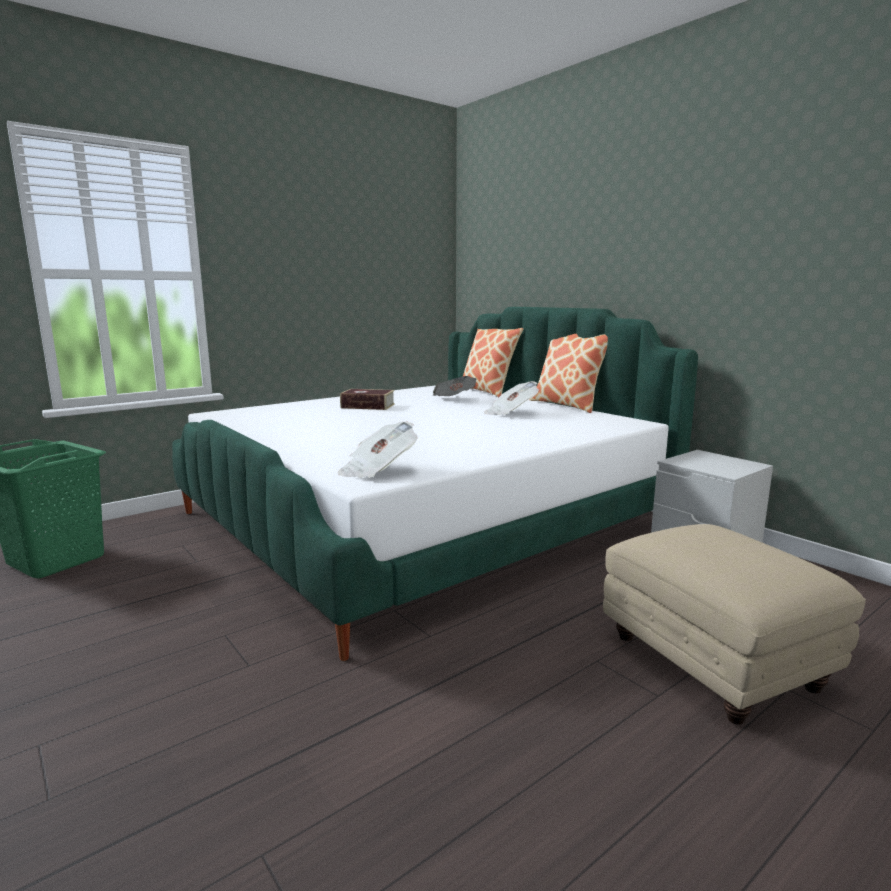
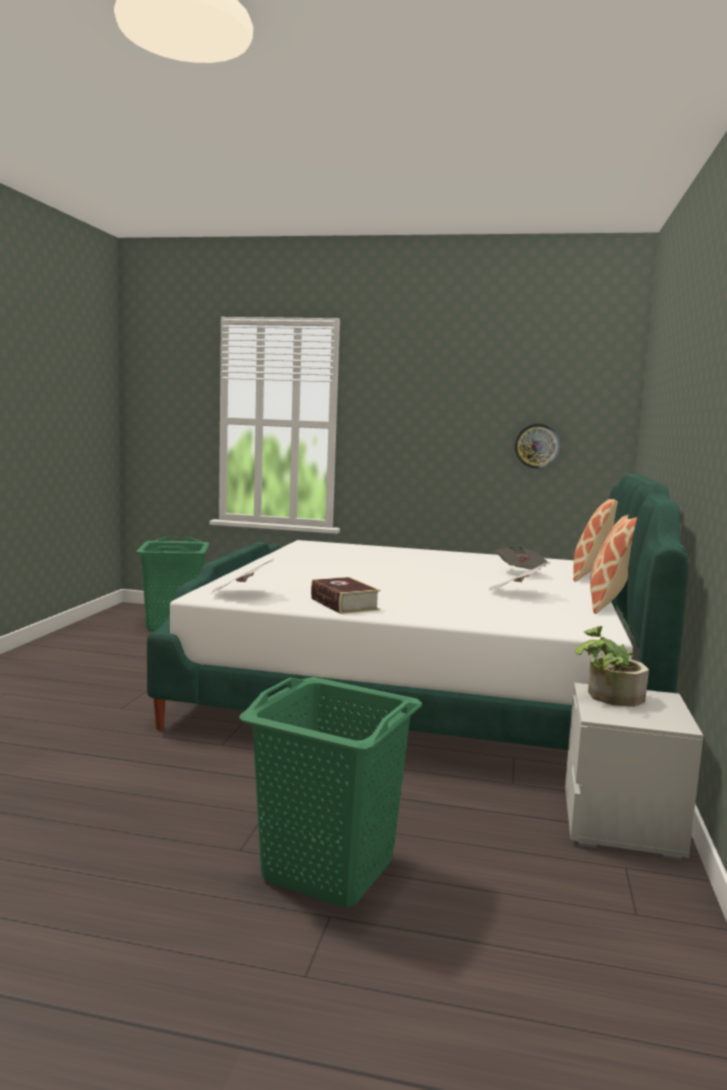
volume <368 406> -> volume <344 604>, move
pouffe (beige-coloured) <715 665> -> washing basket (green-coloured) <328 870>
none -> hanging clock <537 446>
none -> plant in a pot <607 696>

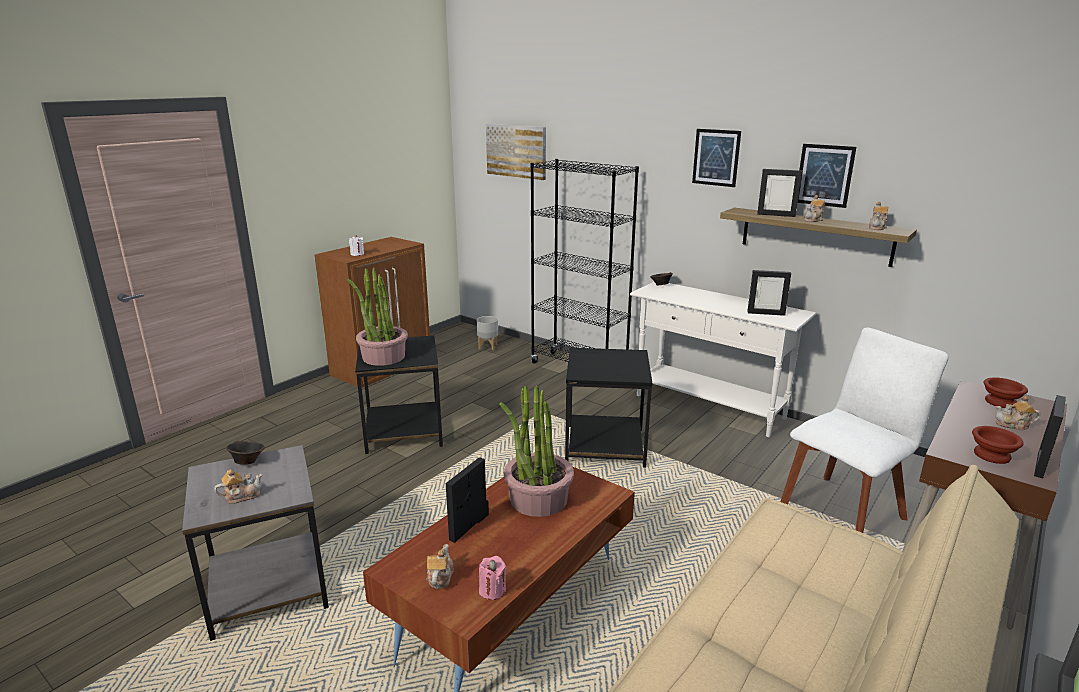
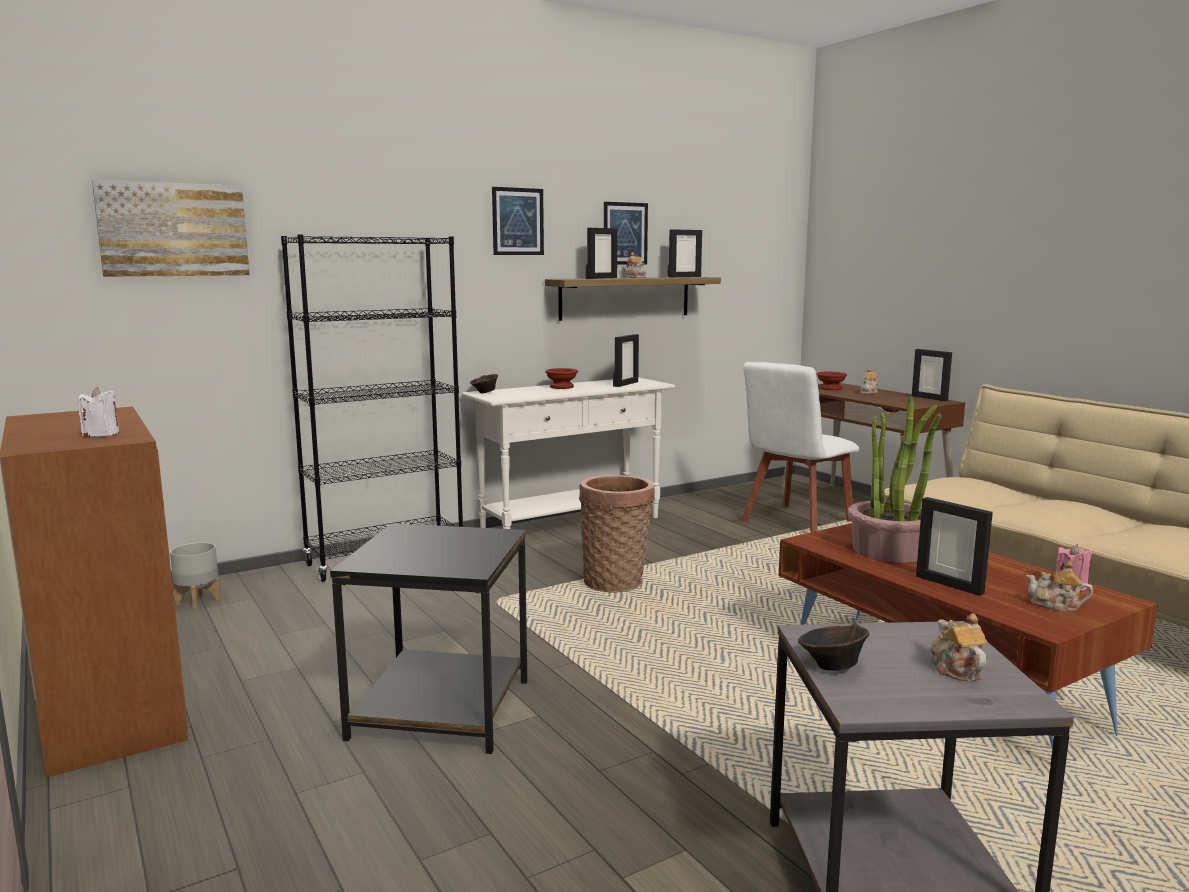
plant in a pot <383 357> -> none
end table (black) <606 445> -> household basket <616 582>
plain chair (white) <845 508> -> plain chair (white) <794 523>, 120 degrees counterclockwise
pot for tea <877 227> -> picture frame <684 277>
deep dish (brown-coloured) <993 456> -> deep dish (brown-coloured) <562 387>, move

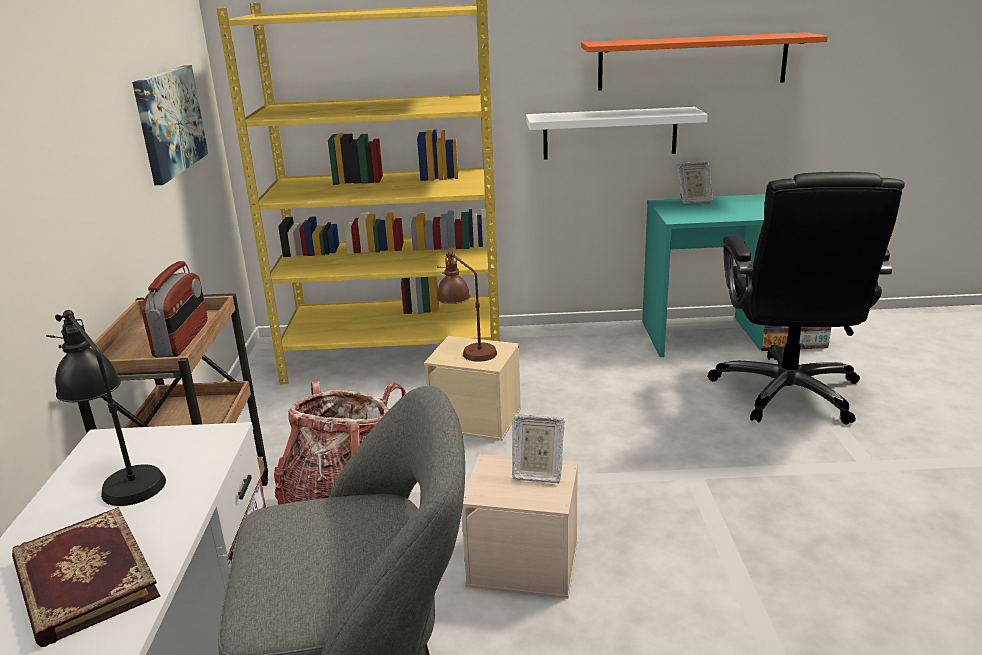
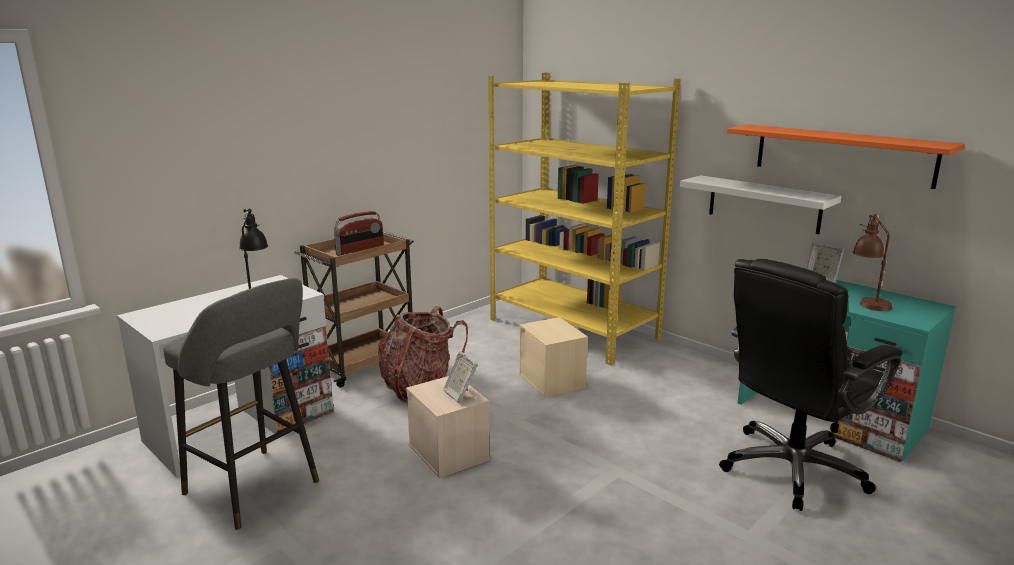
volume <82 580> -> none
picture <170 121> -> none
tabletop lamp (brown-coloured) <467 350> -> tabletop lamp (brown-coloured) <867 301>, move

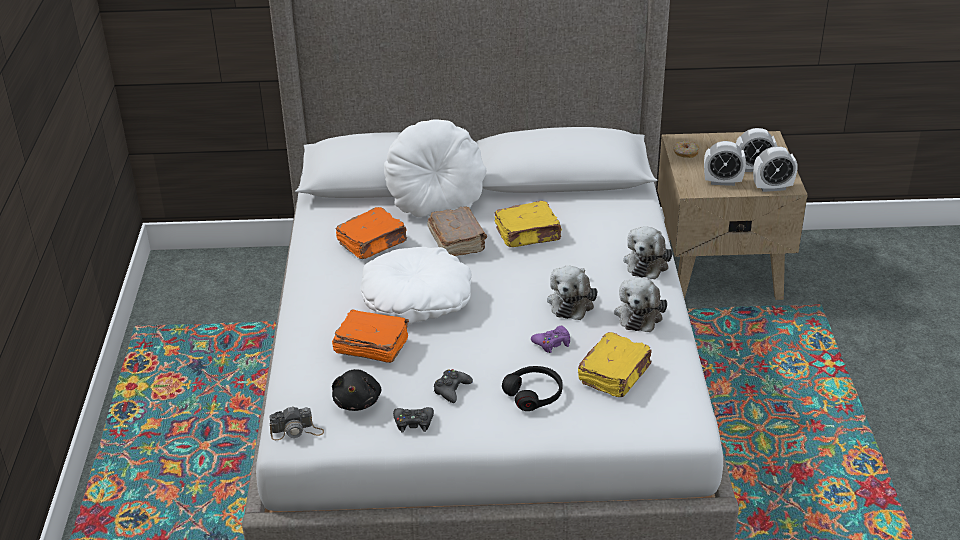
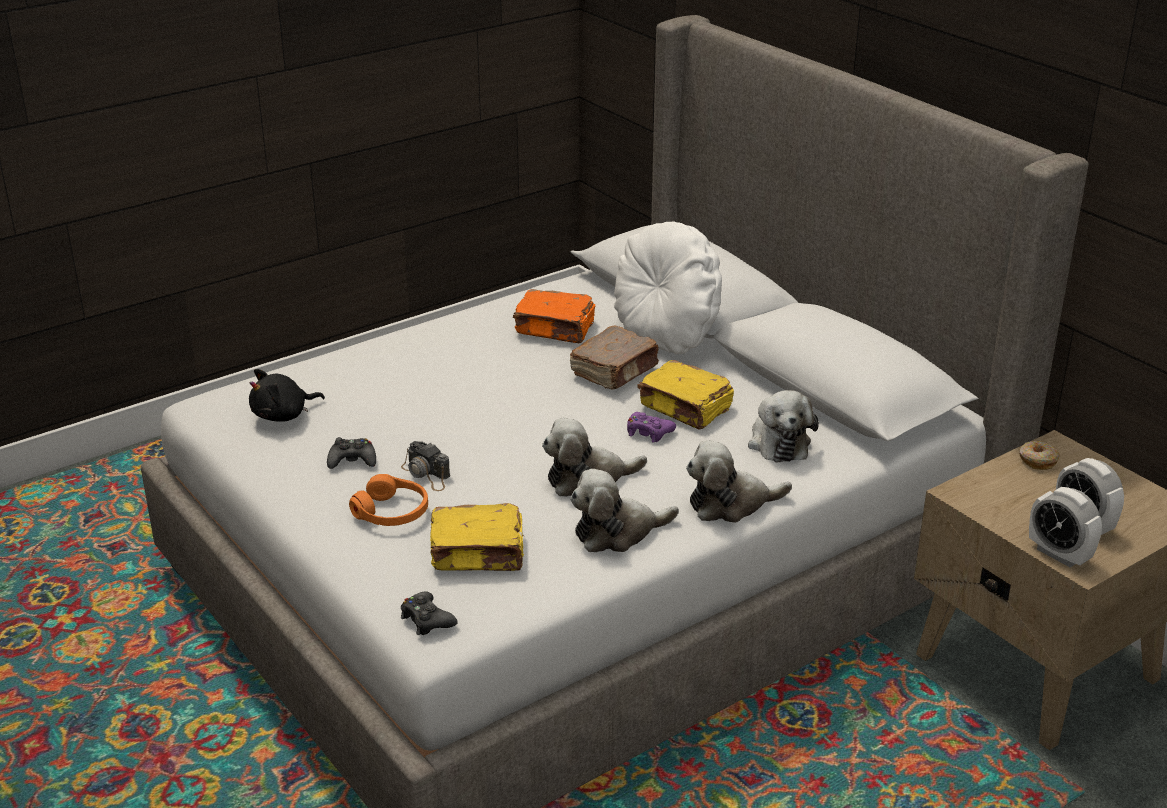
photo camera <297 431> -> photo camera <427 474>, move
volume (orange-coloured) <371 346> -> none
cushion (white) <416 297> -> none
gamepad (black) <413 423> -> gamepad (black) <427 620>, move
headset (black) <534 394> -> headset (orange-coloured) <392 512>
gamepad (purplish) <552 343> -> gamepad (purplish) <648 432>, move
table clock <722 182> -> none
none -> cuddly toy <778 442>

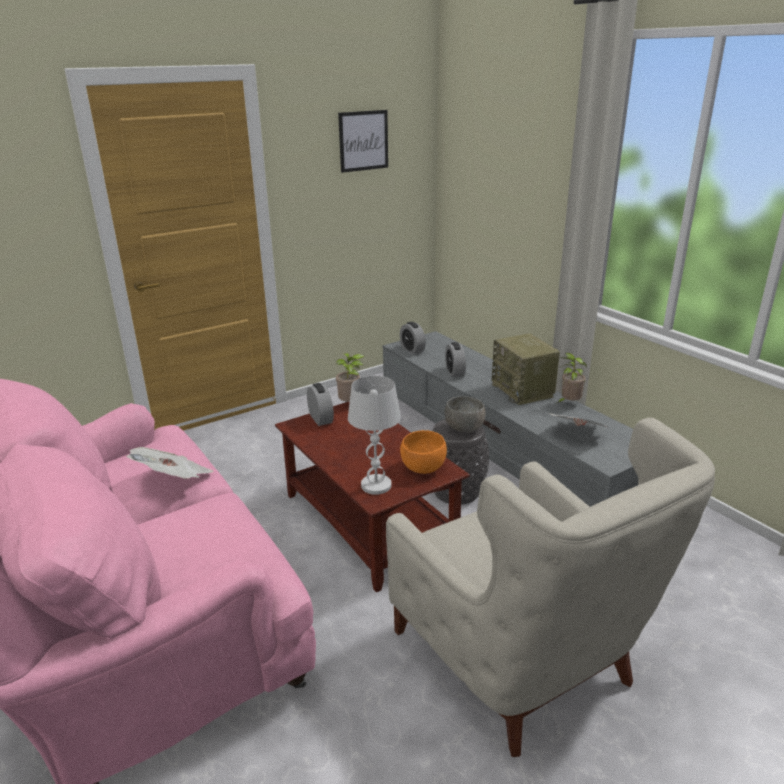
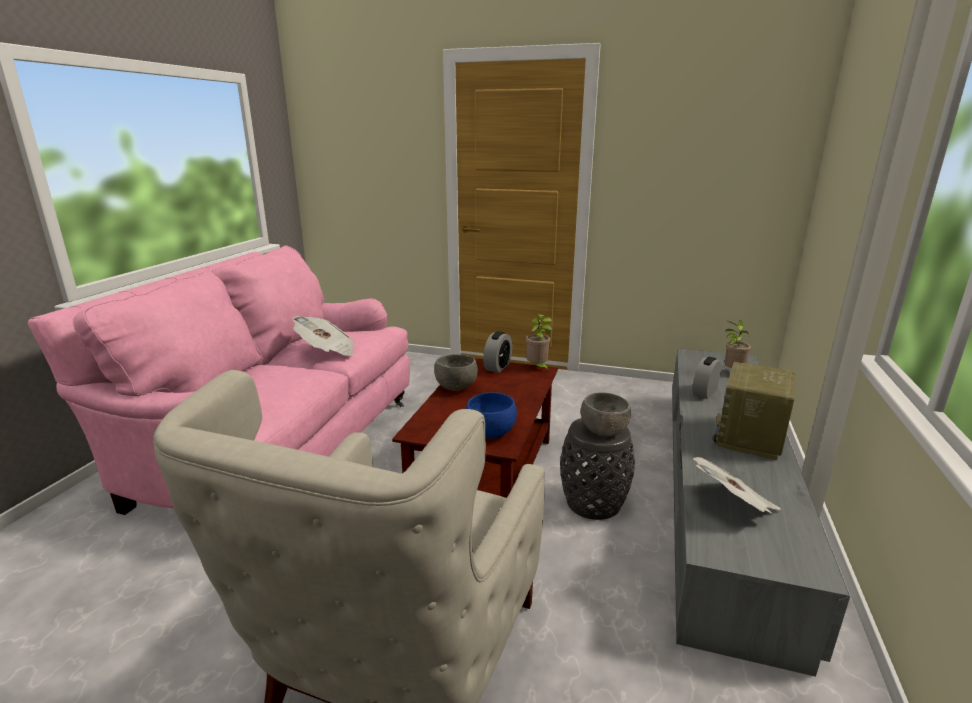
picture <363 141> -> none
tabletop lamp (white) <376 485> -> none
table clock <412 349> -> none
deep dish (orange-coloured) <422 468> -> deep dish (blue) <490 433>
plant in a pot <569 403> -> plant in a pot <732 372>, move
none -> deep dish (gray) <457 387>

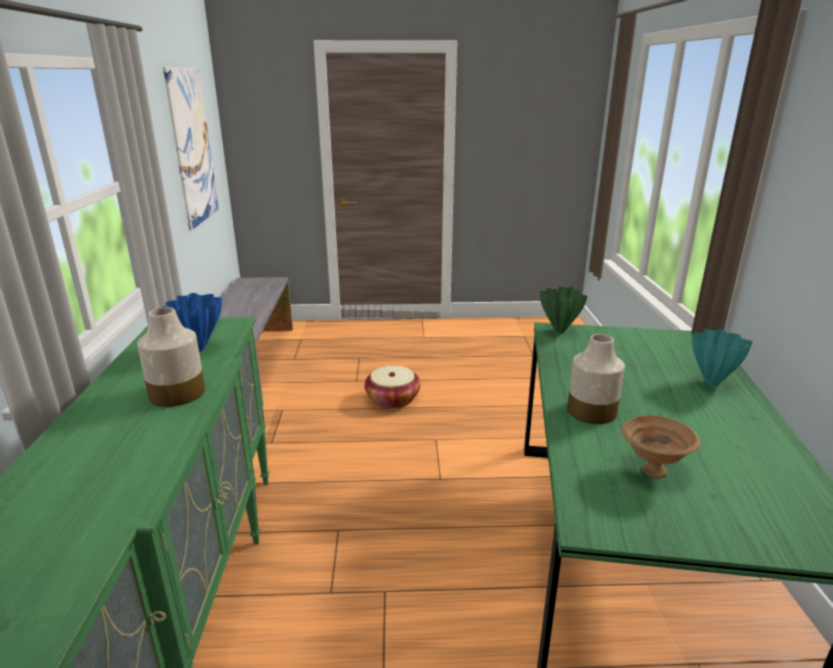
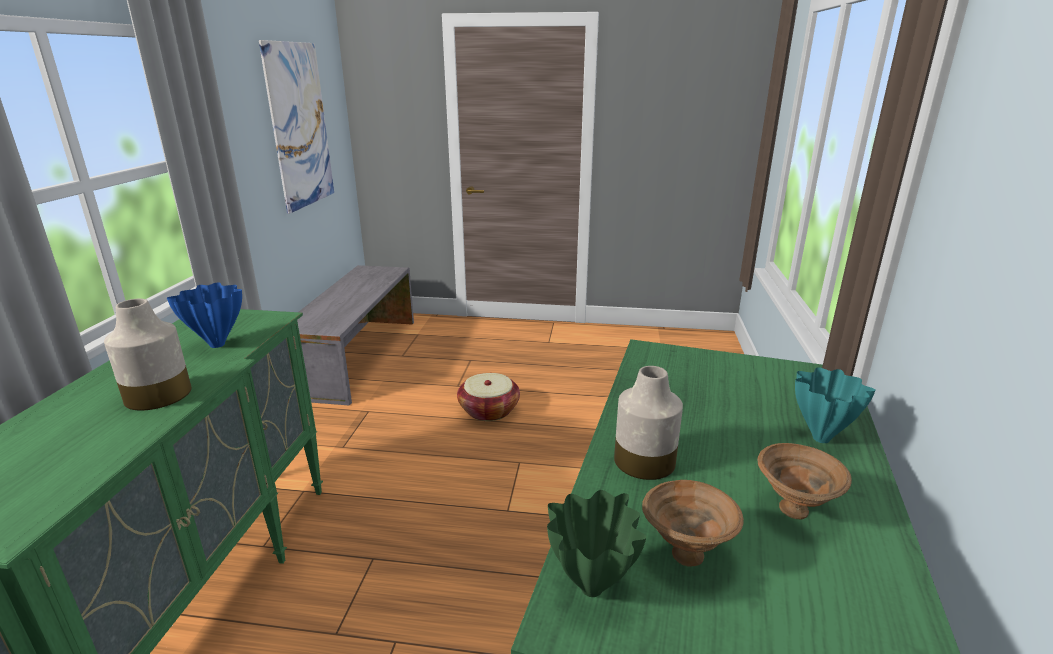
decorative vase (green-coloured) <559 331> -> decorative vase (green-coloured) <590 589>, move
none -> deep dish (brown-coloured) <794 511>

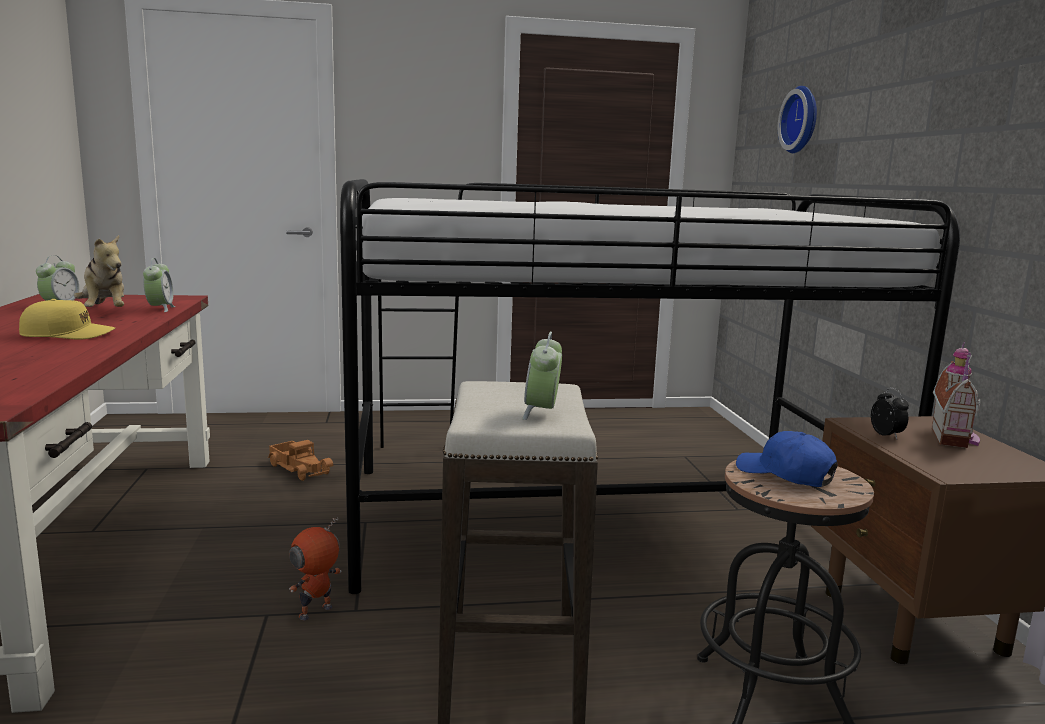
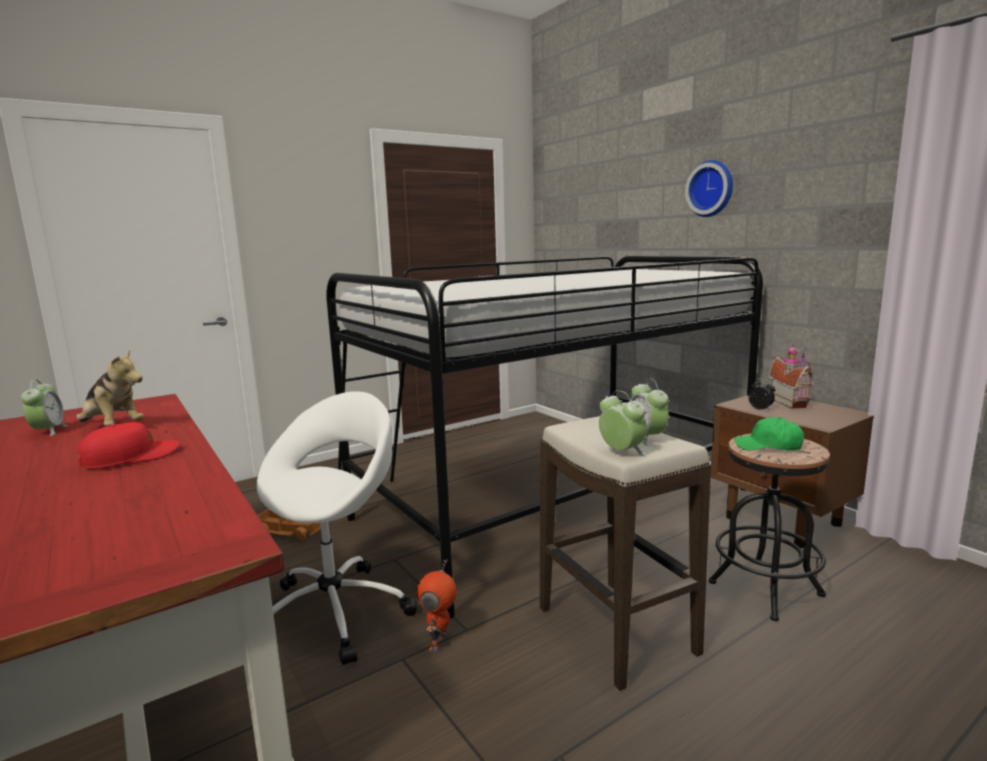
peaked cap (yellowish) <68 335> -> peaked cap (red) <131 457>
table clock <160 309> -> table clock <621 452>, move
peaked cap (blue) <785 474> -> peaked cap (green-coloured) <768 446>
hanging clock <802 120> -> hanging clock <711 189>, move
none -> desk chair (white) <338 609>

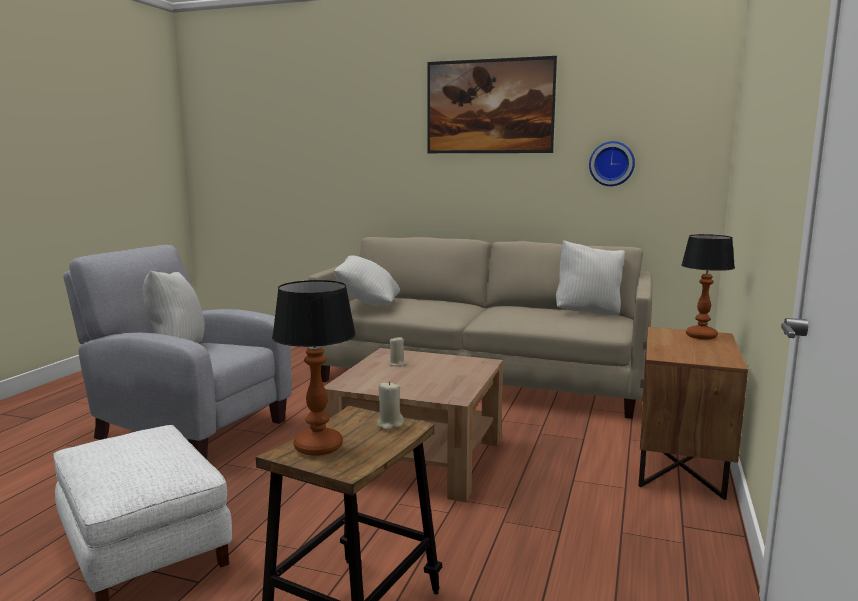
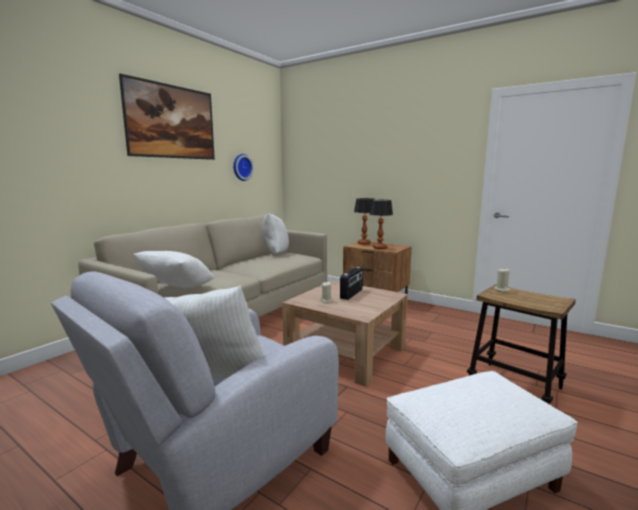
tabletop lamp <318 447> -> tabletop lamp <380 248>, move
none -> radio set <352 294>

